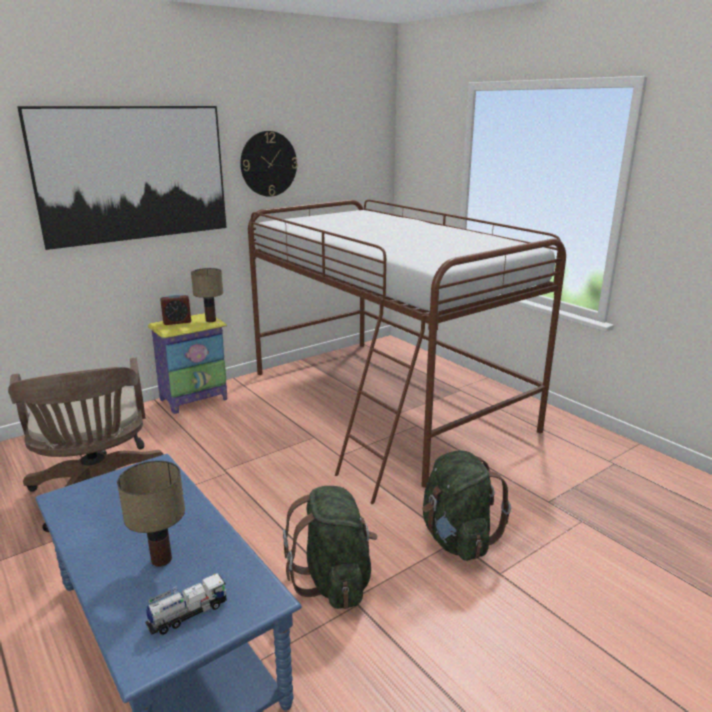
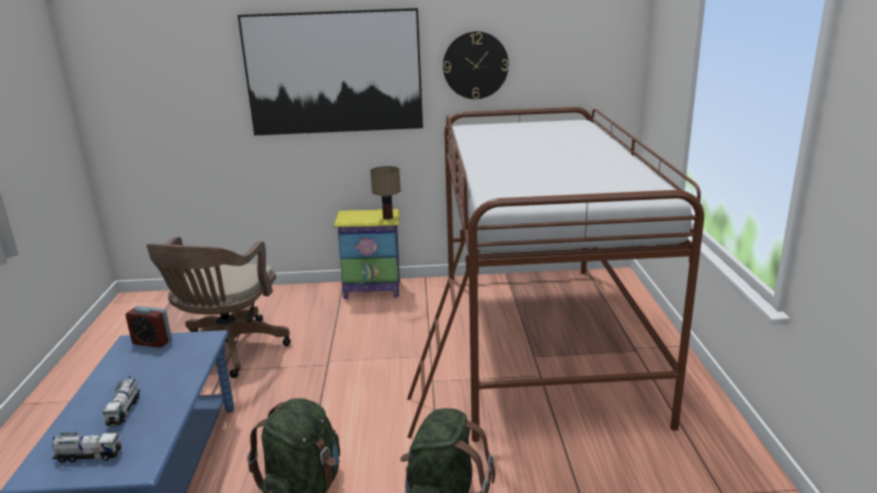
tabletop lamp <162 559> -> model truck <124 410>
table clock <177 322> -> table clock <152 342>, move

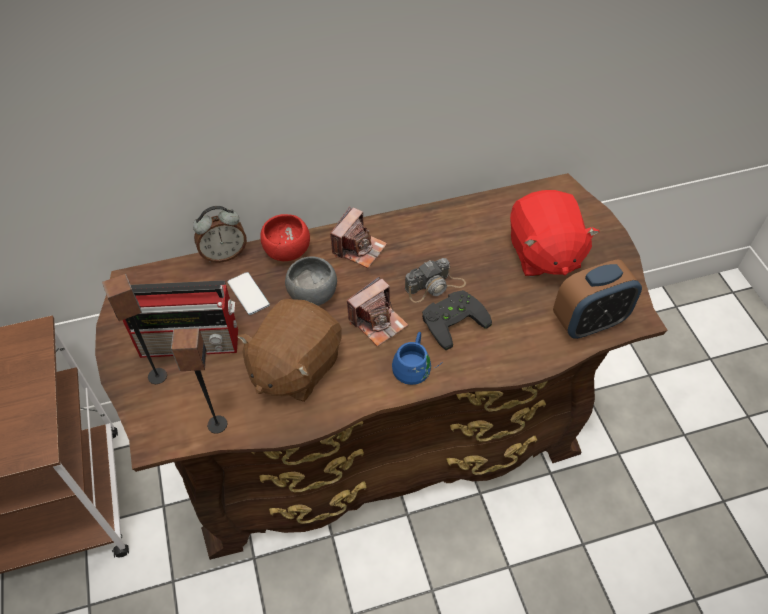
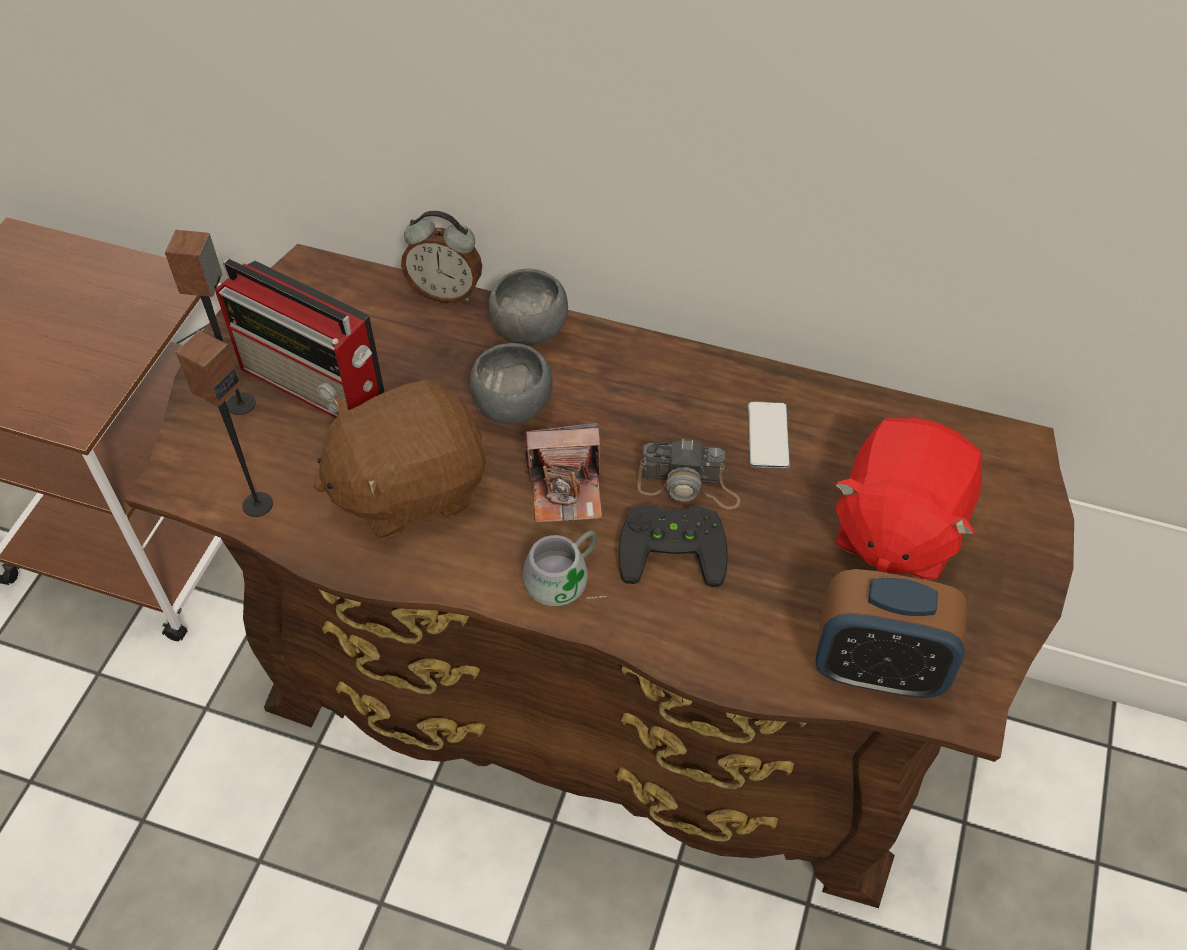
telephone <248 293> -> telephone <768 435>, move
deep dish (red) <285 250> -> deep dish (gray) <528 327>
photo camera <359 248> -> none
coffee mug (blue) <417 365> -> coffee mug (gray) <567 580>

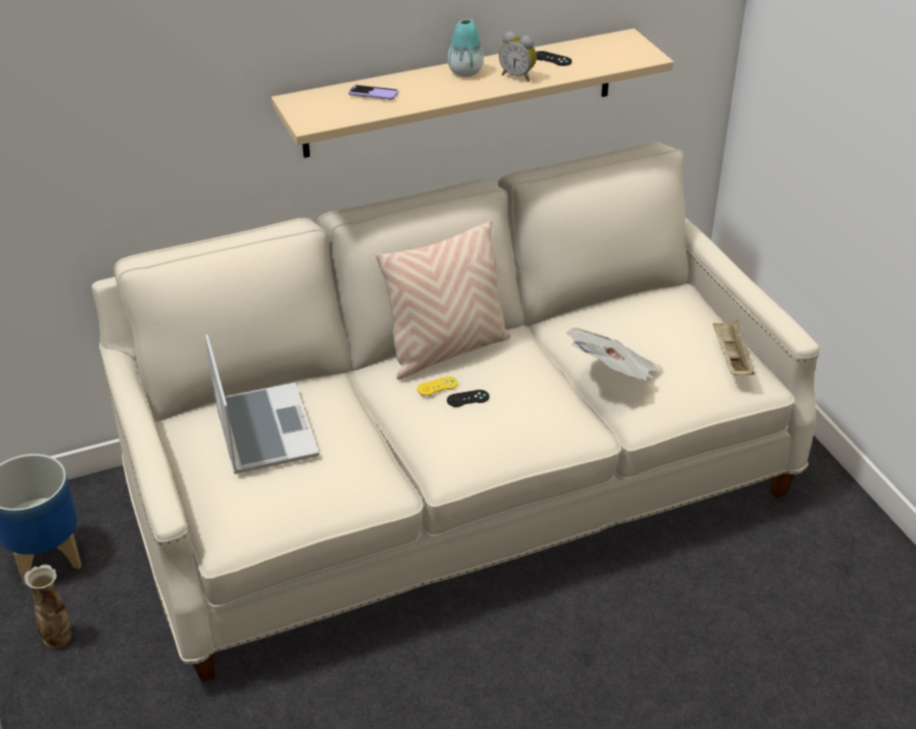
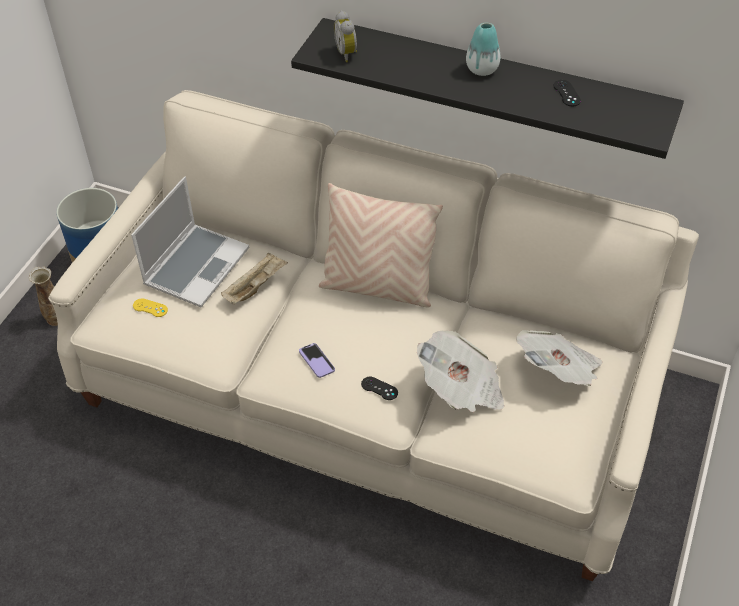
wall shelf (beige-coloured) <460 93> -> wall shelf (black) <492 84>
telephone <373 94> -> telephone <316 361>, move
gamepad (yellowish) <437 386> -> gamepad (yellowish) <150 308>, move
gamepad (black) <468 398> -> gamepad (black) <379 388>, move
table clock <518 76> -> table clock <347 53>, move
carrying tray (beige-coloured) <731 359> -> carrying tray (beige-coloured) <255 286>, move
none -> daily paper <559 371>

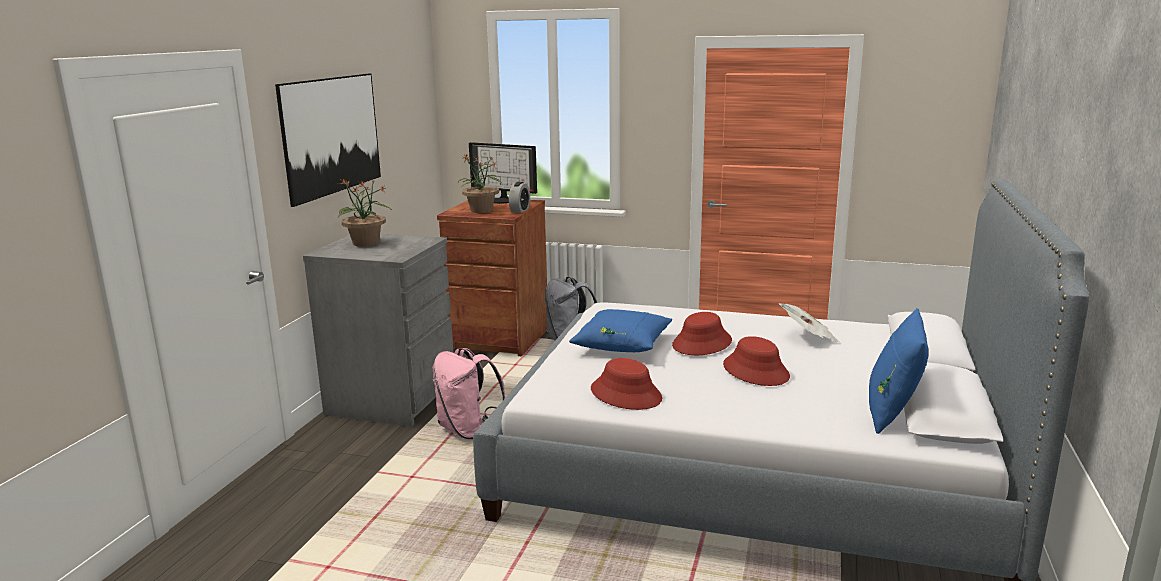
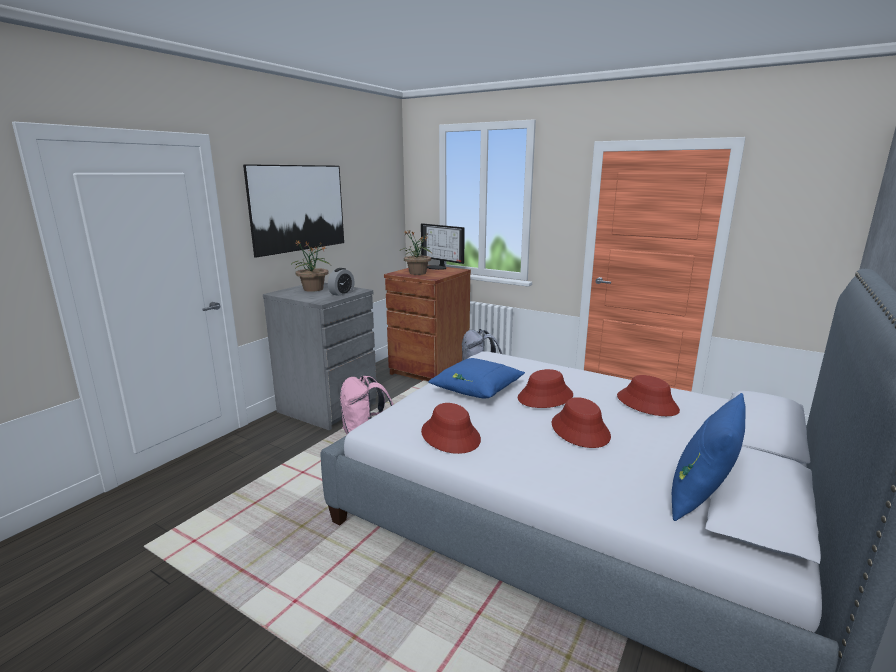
table clock <520 210> -> table clock <341 293>, move
daily paper <808 337> -> hat (red) <647 403>

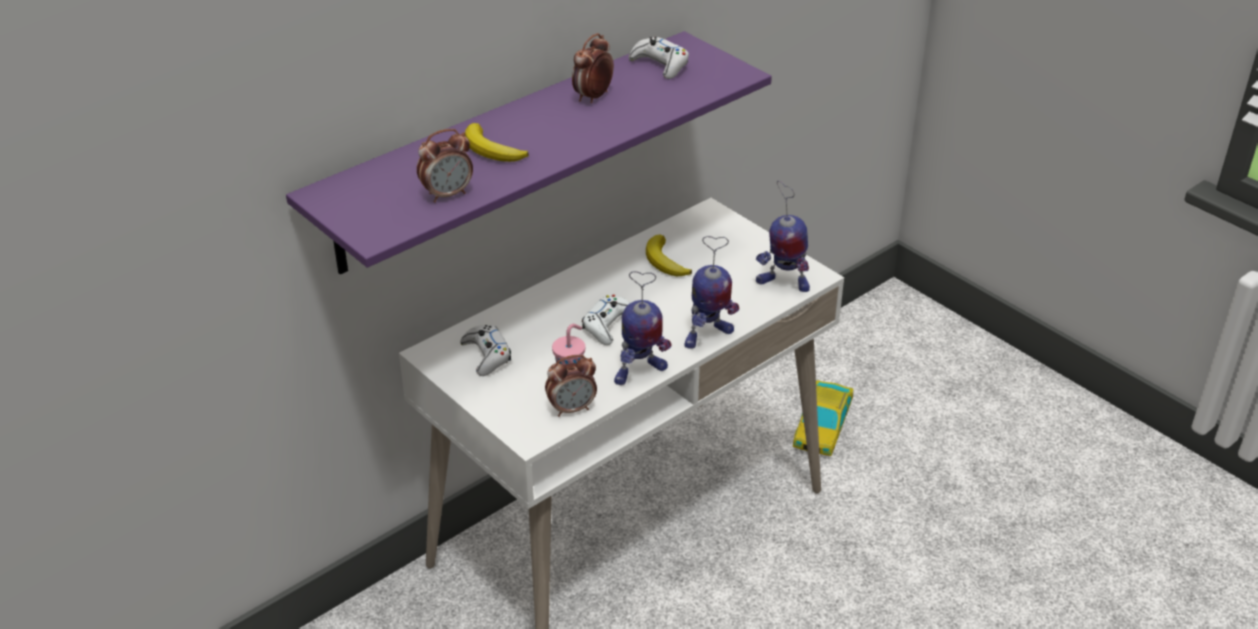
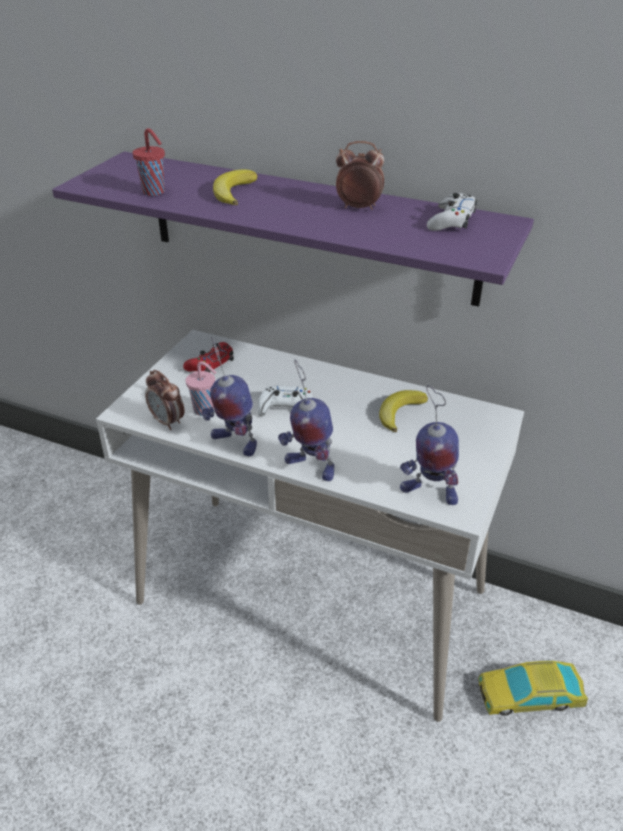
table clock <447 194> -> drinking cup (red) <155 192>
gamepad (white) <487 355> -> gamepad (red) <210 364>
model robot <782 283> -> model robot <428 493>, 60 degrees counterclockwise

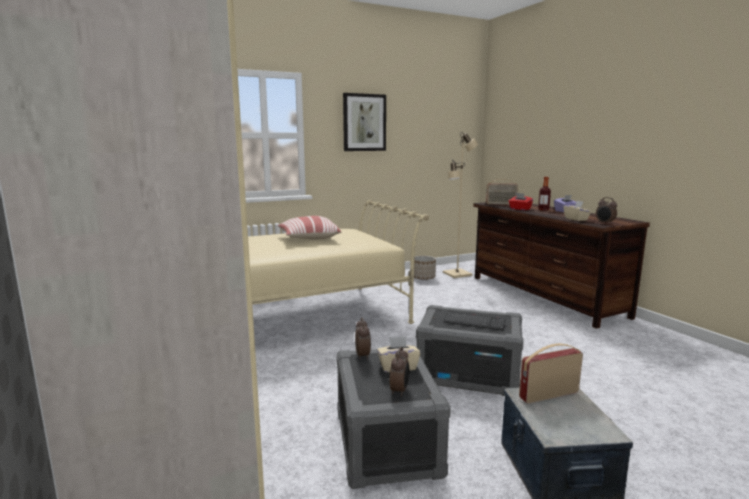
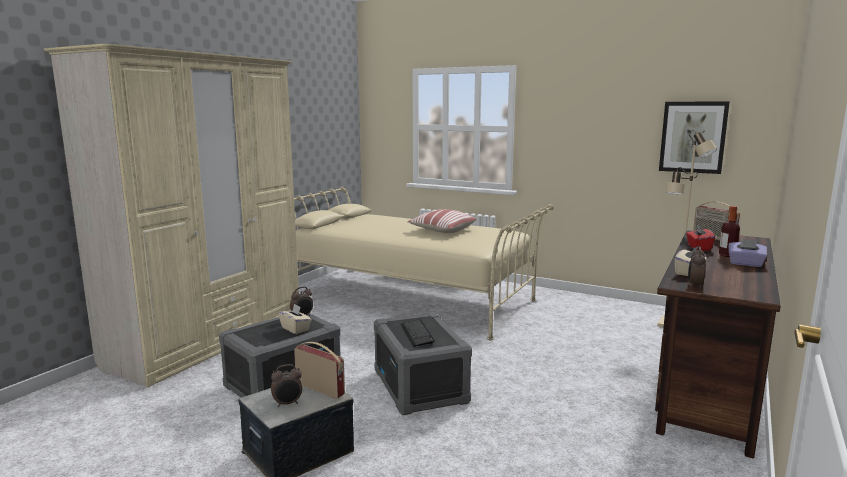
picture <364 122> -> picture <693 137>, move
table clock <399 391> -> table clock <287 404>, move
planter <423 277> -> none

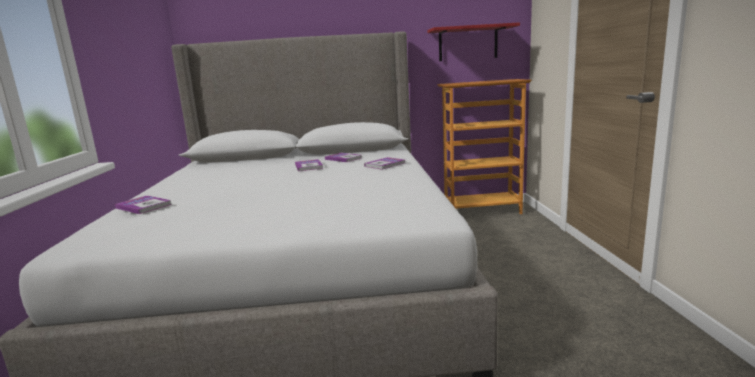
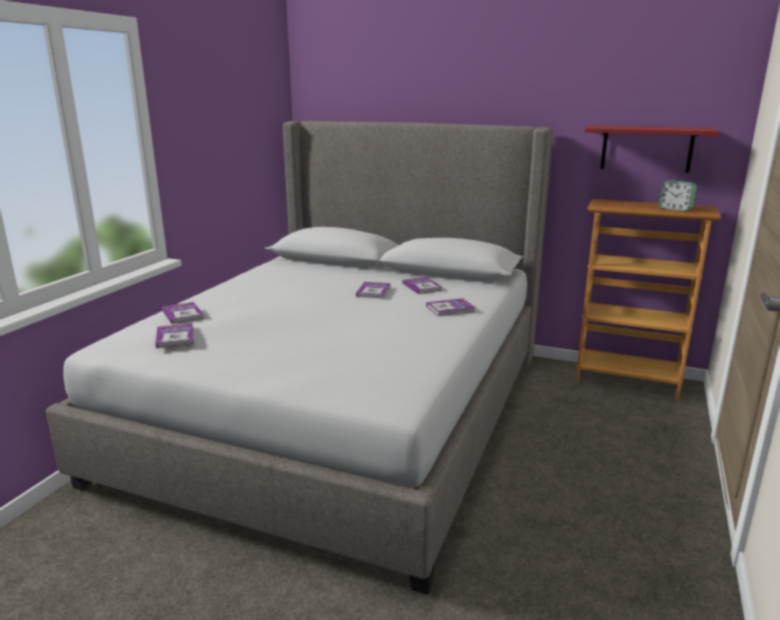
none -> volume <175 337>
none -> table clock <675 209>

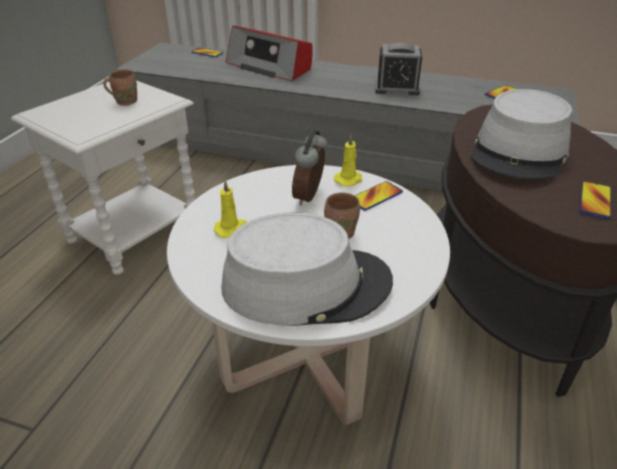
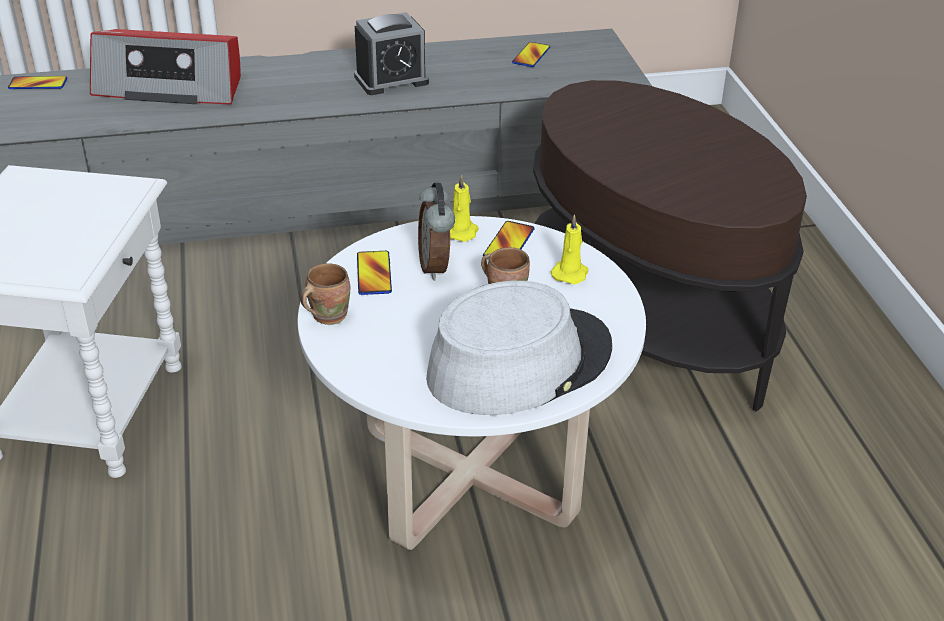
coffee mug (brown-coloured) <125 101> -> coffee mug (brown-coloured) <326 315>, move
candle (yellowish) <232 229> -> candle (yellowish) <570 273>, move
hat (gray) <519 152> -> none
telephone <595 201> -> telephone <374 274>, move

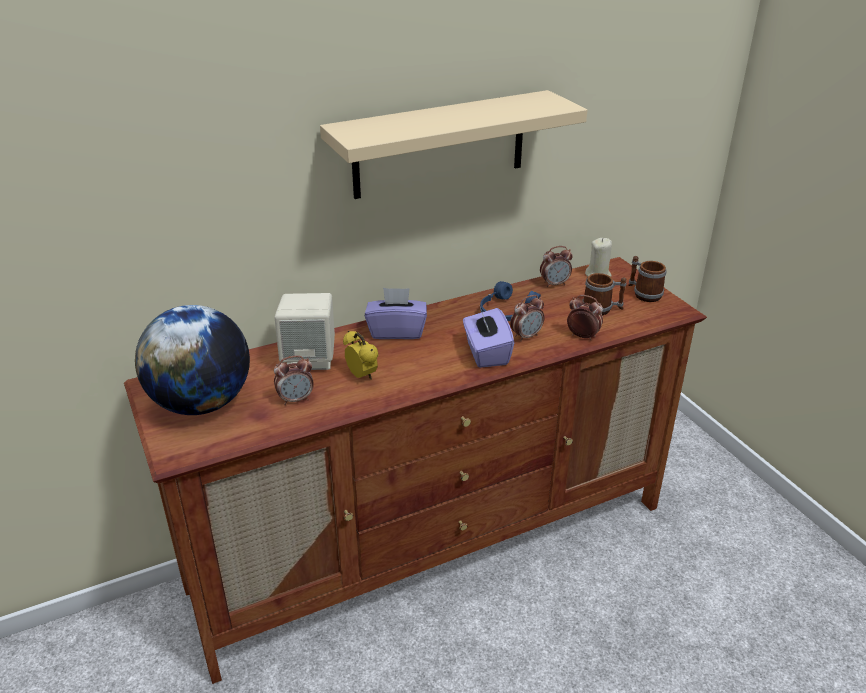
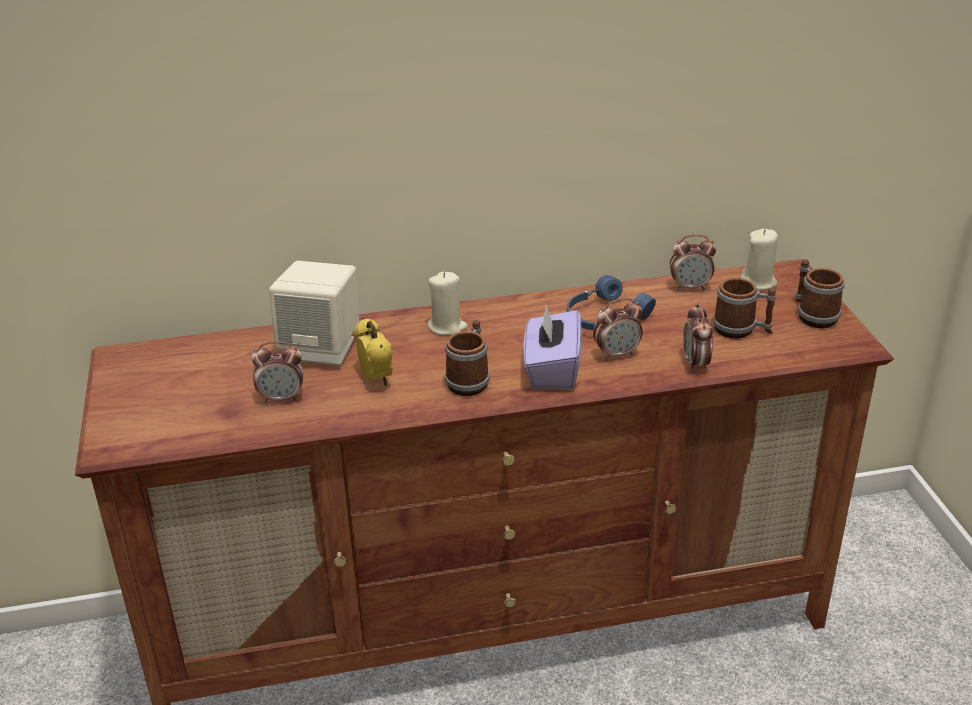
desk globe <202 403> -> none
wall shelf (beige-coloured) <440 145> -> none
tissue box (purplish) <397 331> -> candle (beige-coloured) <447 327>
table clock <582 336> -> table clock <696 364>, 135 degrees counterclockwise
none -> coffee mug <470 380>

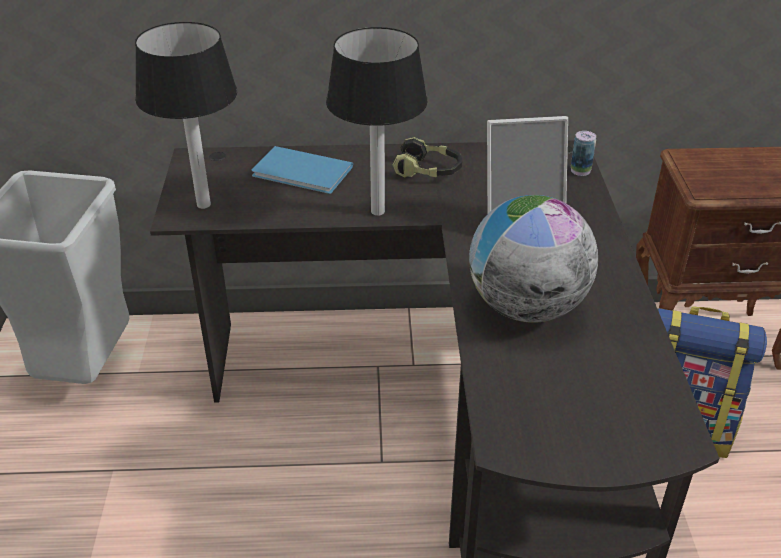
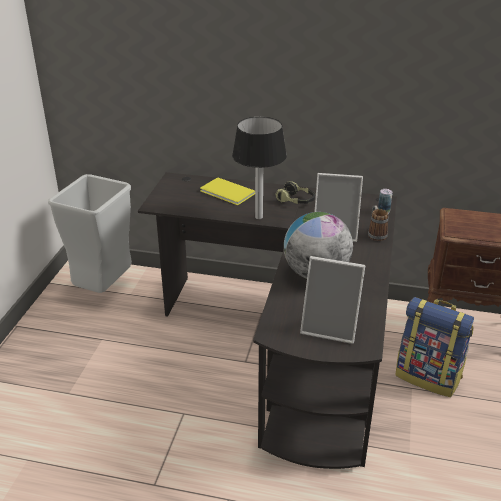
tabletop lamp <202 205> -> none
volume (blue) <303 173> -> volume (yellowish) <228 193>
none -> picture frame <330 327>
none -> coffee mug <375 234>

